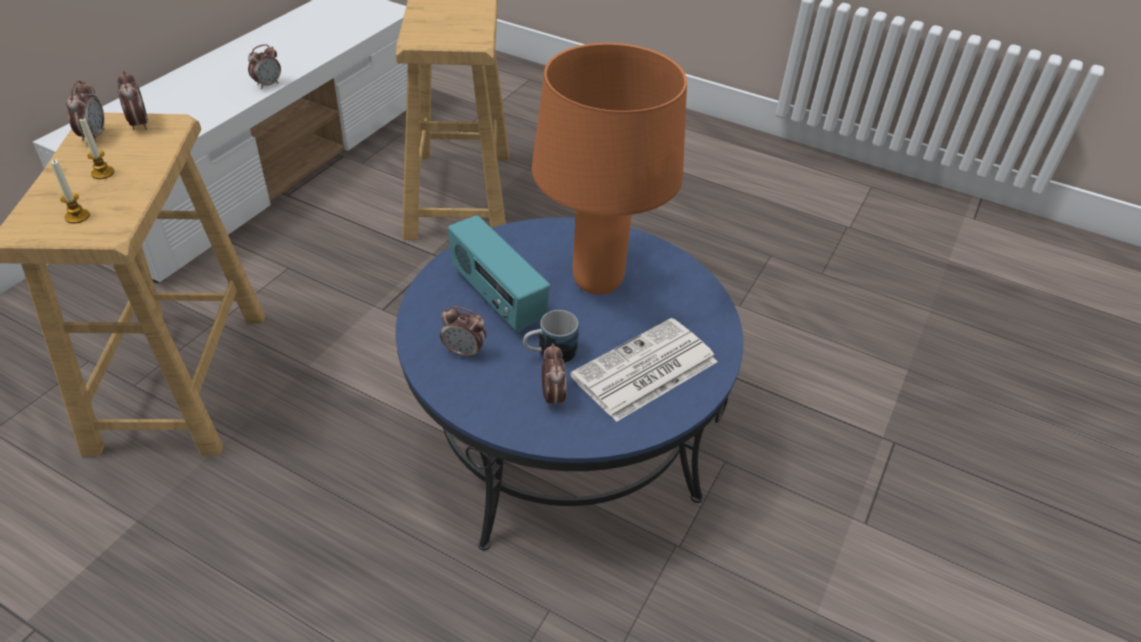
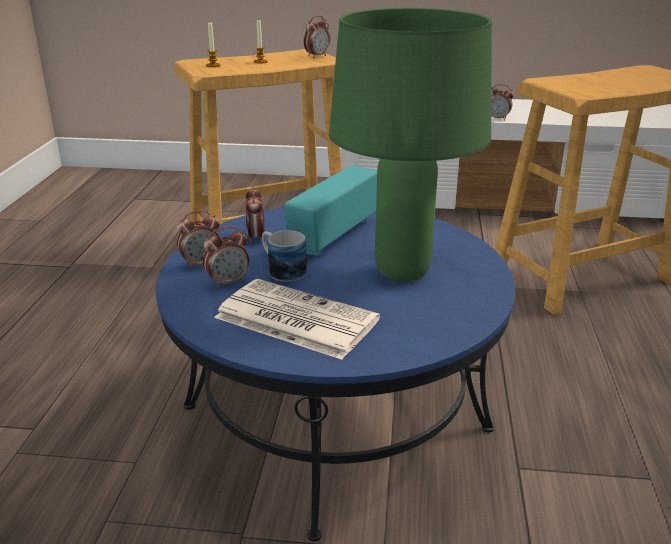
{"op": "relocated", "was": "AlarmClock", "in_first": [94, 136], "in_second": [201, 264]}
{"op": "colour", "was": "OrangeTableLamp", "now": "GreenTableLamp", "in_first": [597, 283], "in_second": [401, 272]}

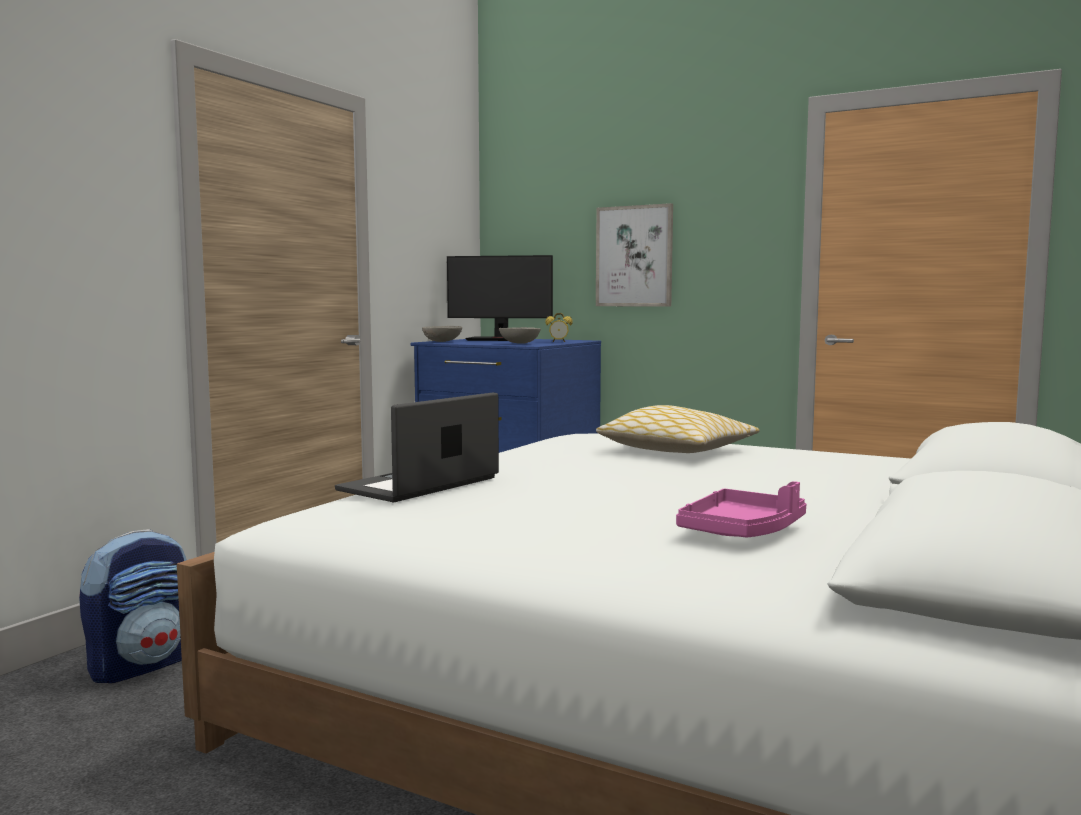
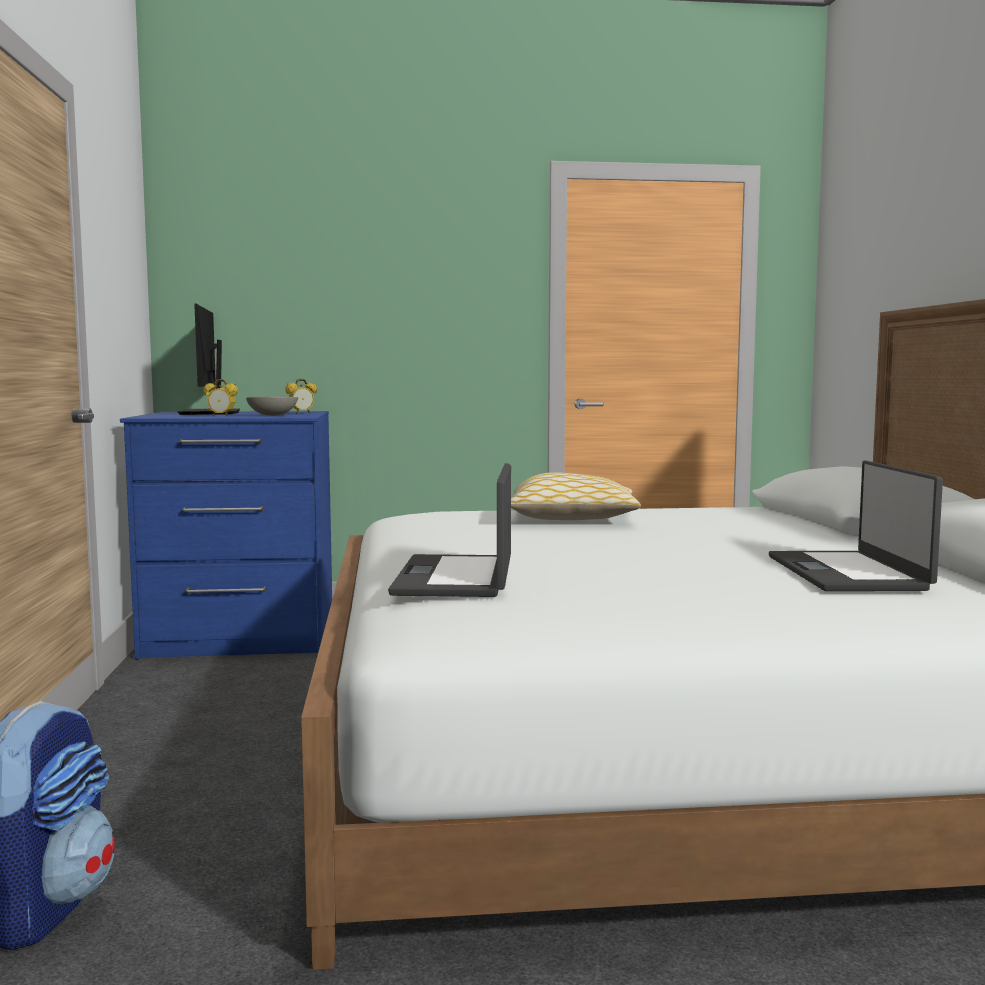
{"op": "missing", "was": "GreyBowl", "in_first": [442, 341]}
{"op": "missing", "was": "Picture", "in_first": [634, 256]}
{"op": "appeared", "now": "AlarmClock", "in_second": [221, 416]}
{"op": "exchanged", "was": "PinkTray", "now": "Laptop", "in_first": [742, 531], "in_second": [848, 573]}
{"op": "spun", "was": "Monitor", "in_first": [500, 339], "in_second": [211, 413], "clockwise": 105}

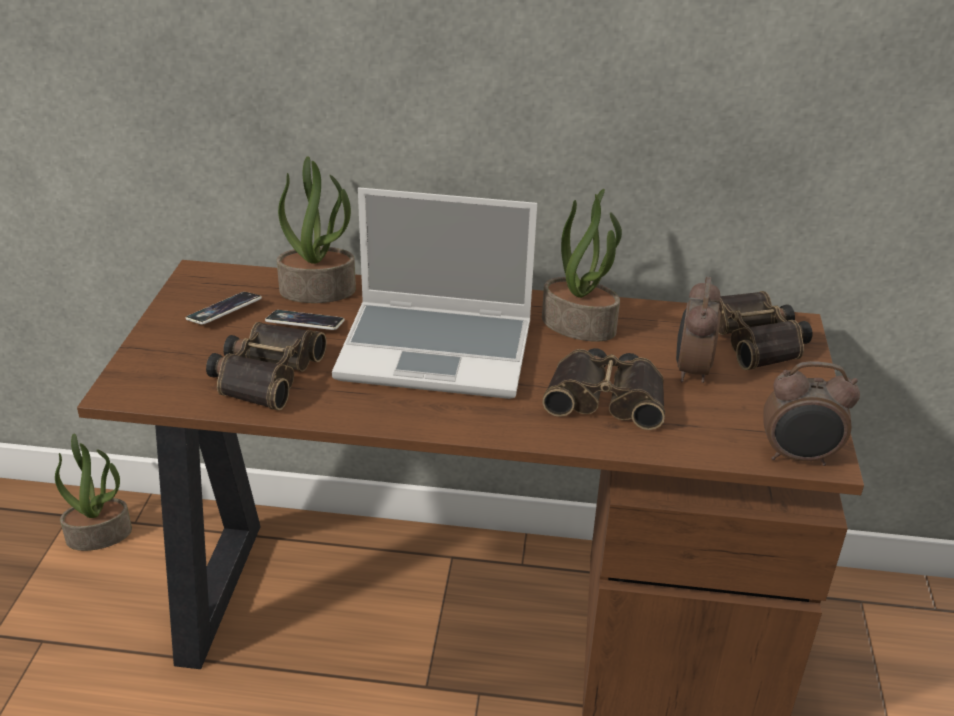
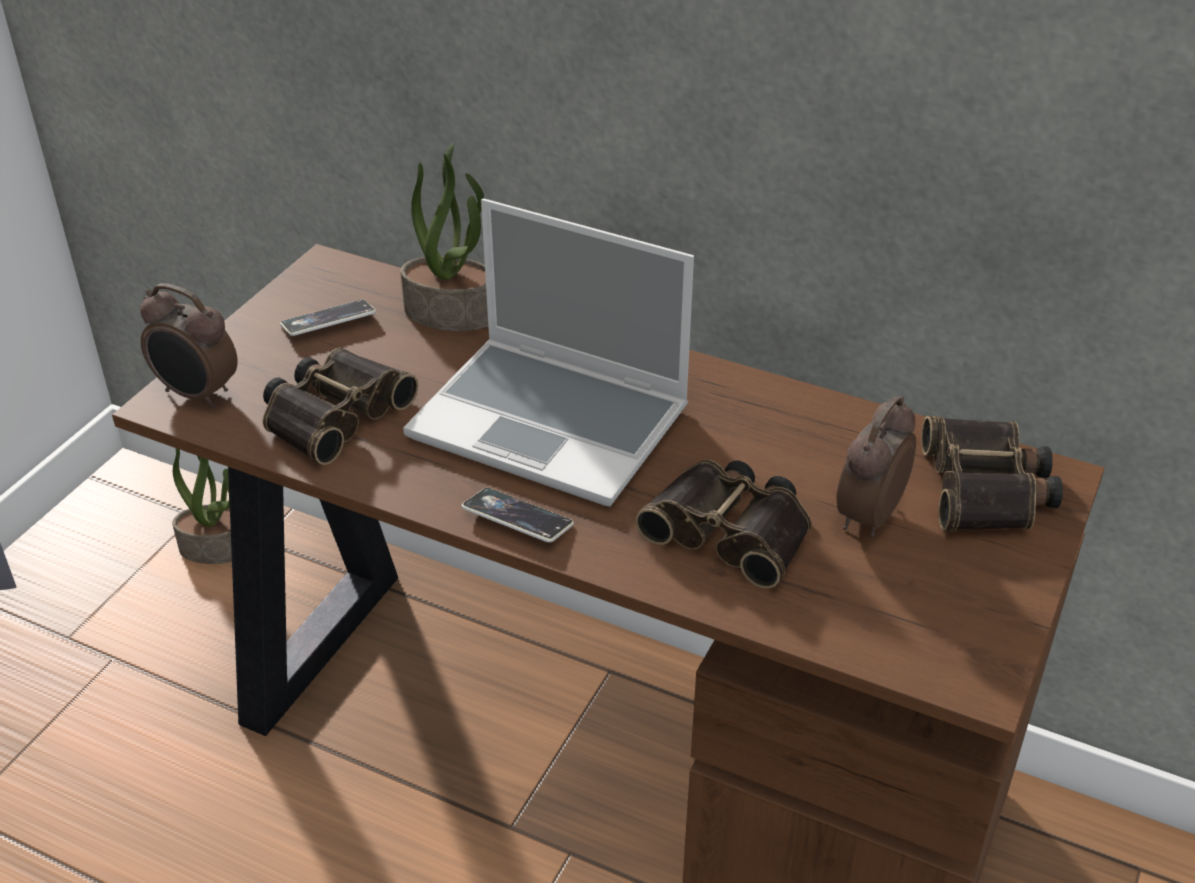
{"op": "missing", "was": "PottedPlant", "in_first": [580, 325]}
{"op": "relocated", "was": "Phone", "in_first": [305, 324], "in_second": [517, 520]}
{"op": "relocated", "was": "AlarmClock", "in_first": [798, 457], "in_second": [197, 395]}

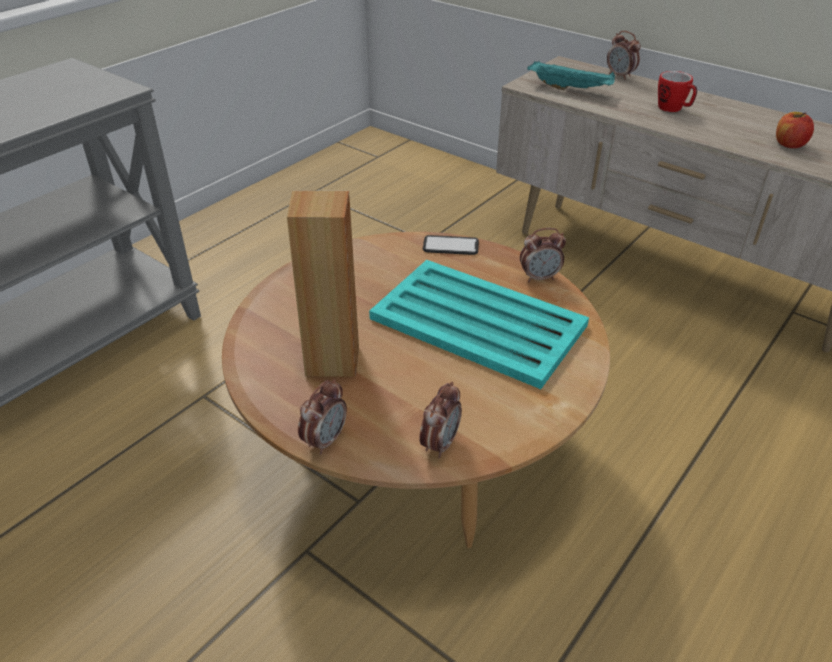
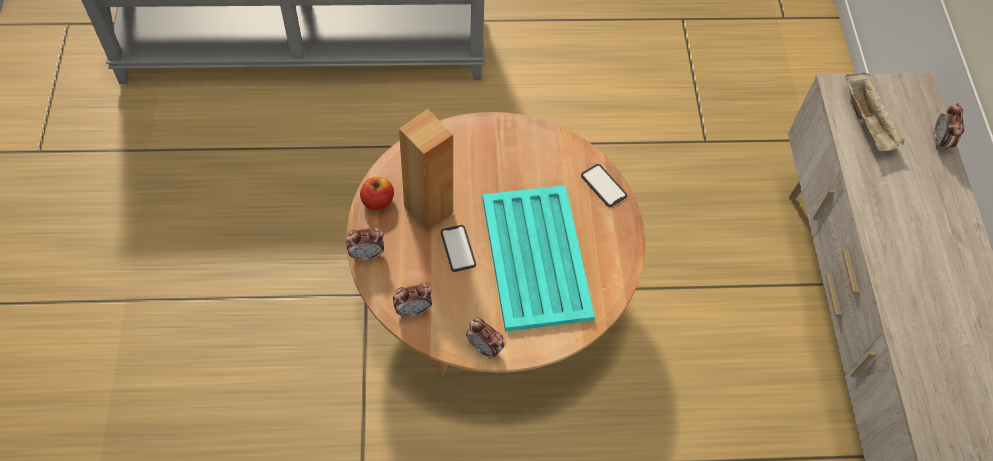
{"op": "missing", "was": "Mug", "in_first": [673, 109]}
{"op": "appeared", "now": "Phone", "in_second": [458, 248]}
{"op": "relocated", "was": "AlarmClock", "in_first": [539, 278], "in_second": [484, 348]}
{"op": "relocated", "was": "Apple", "in_first": [789, 144], "in_second": [377, 201]}
{"op": "colour", "was": "TurquoiseTray", "now": "BeigeTray", "in_first": [571, 89], "in_second": [867, 122]}

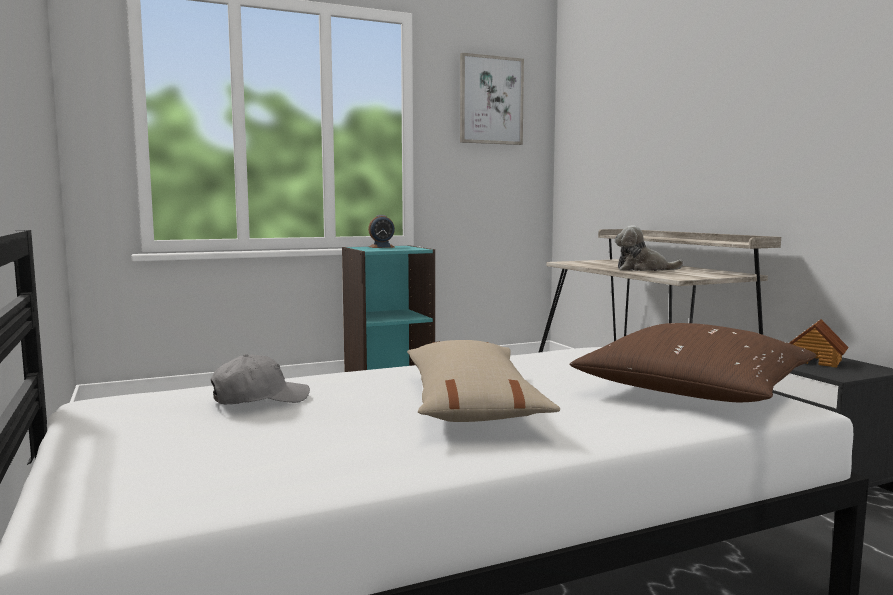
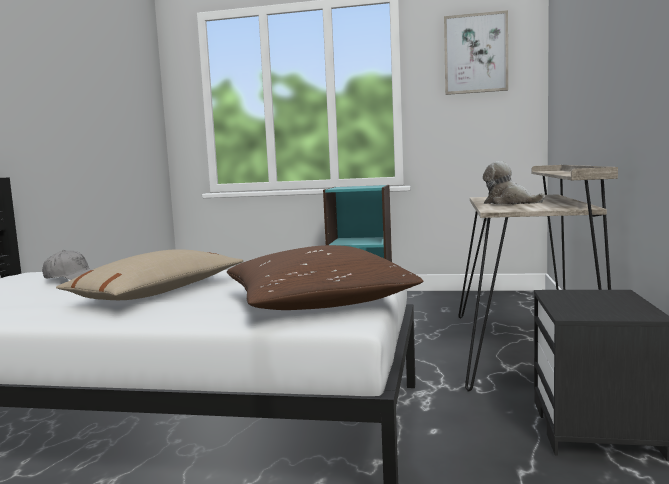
{"op": "missing", "was": "AlarmClock", "in_first": [381, 247]}
{"op": "missing", "was": "ToyHouse", "in_first": [815, 361]}

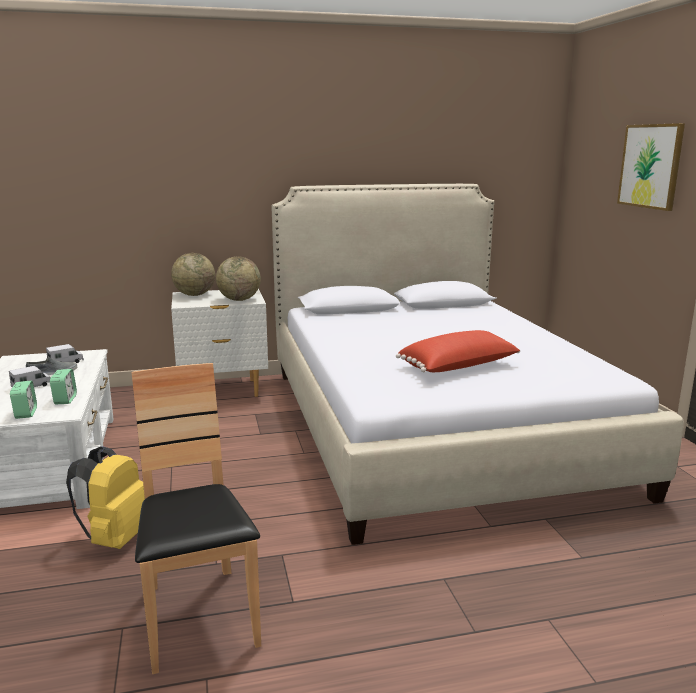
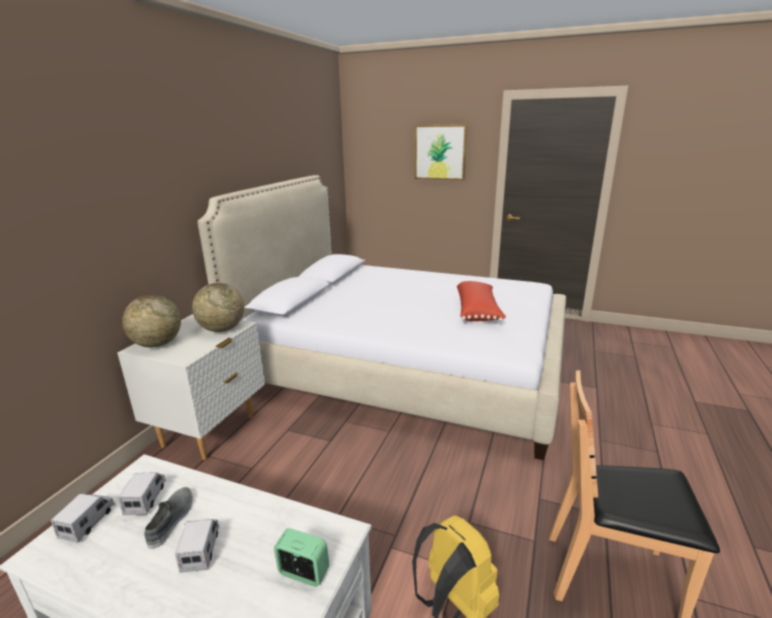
{"op": "missing", "was": "AlarmClock", "in_first": [65, 400]}
{"op": "appeared", "now": "ToyTruck", "in_second": [88, 522]}

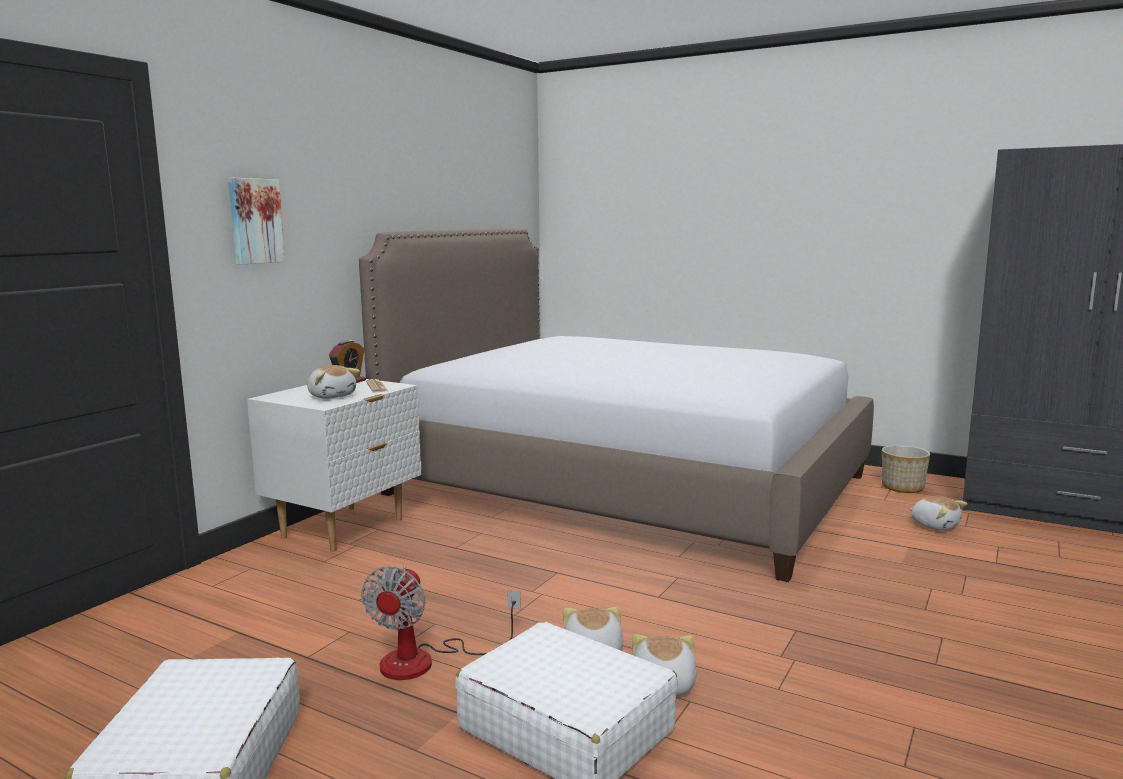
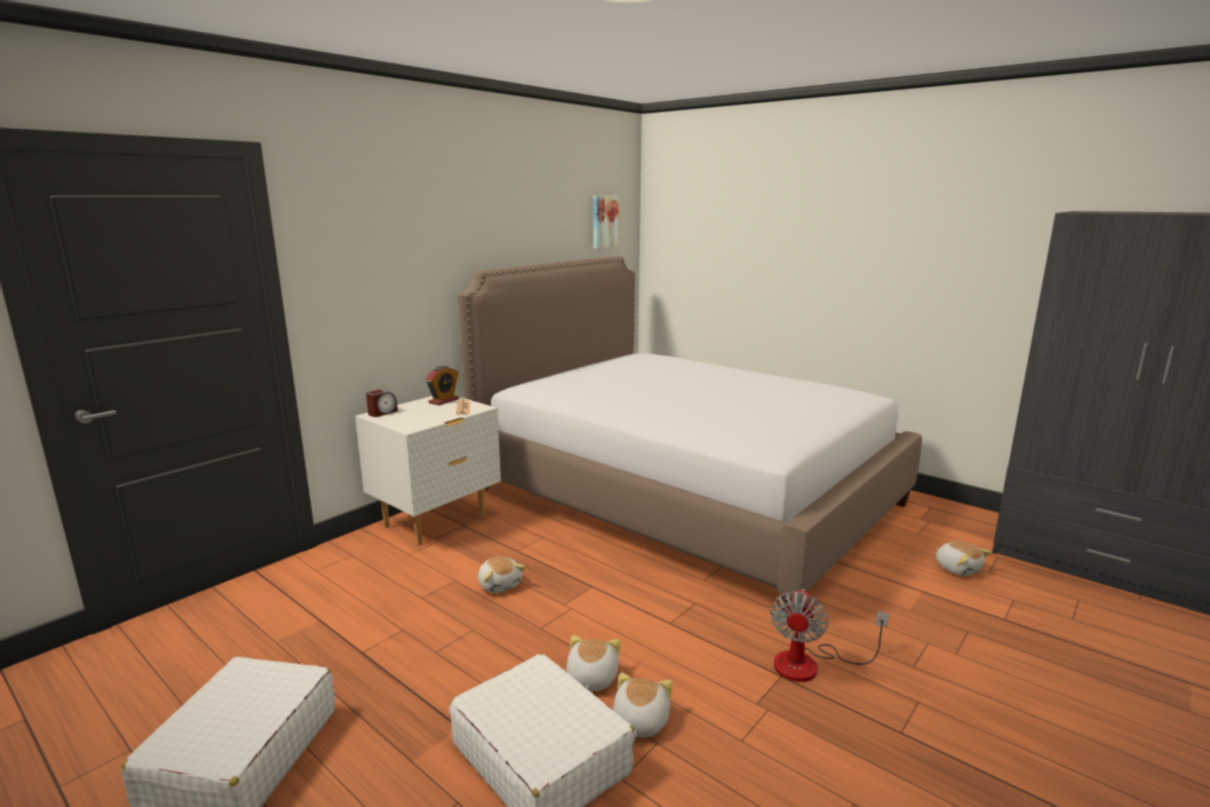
{"op": "missing", "was": "Planter", "in_first": [902, 487]}
{"op": "appeared", "now": "AlarmClock", "in_second": [382, 413]}
{"op": "relocated", "was": "Picture", "in_first": [254, 221], "in_second": [604, 221]}
{"op": "relocated", "was": "PlushToy", "in_first": [332, 396], "in_second": [500, 584]}
{"op": "relocated", "was": "Fan", "in_first": [425, 661], "in_second": [810, 664]}

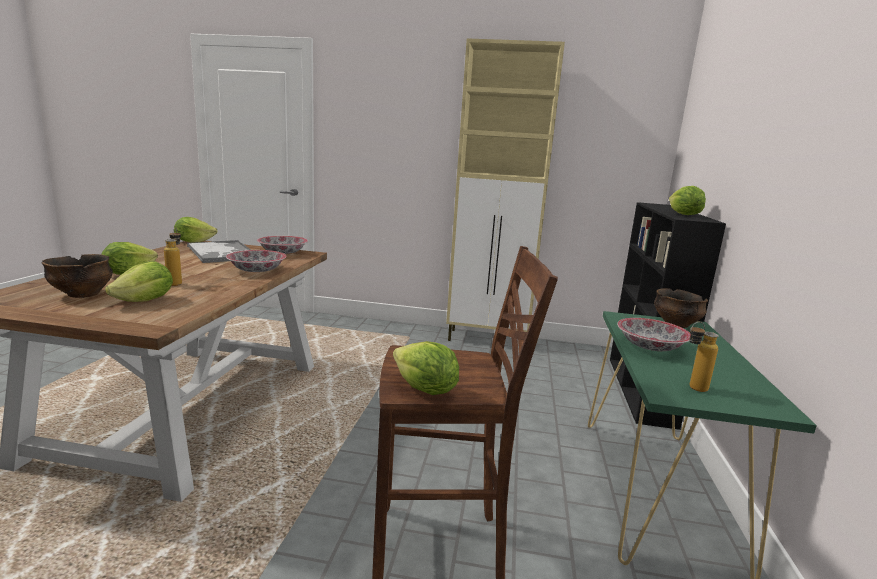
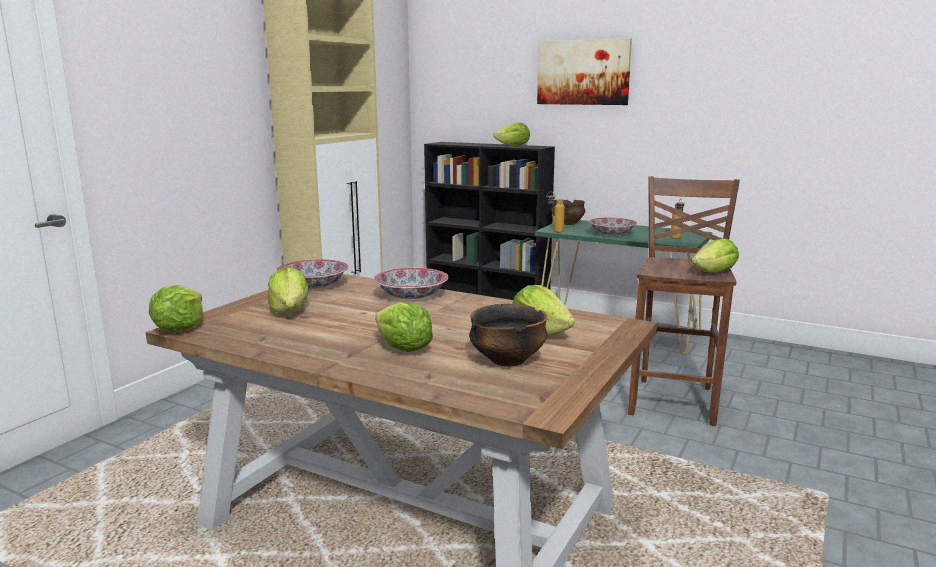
{"op": "appeared", "now": "Picture", "in_second": [583, 72]}
{"op": "relocated", "was": "Bottle", "in_first": [176, 283], "in_second": [554, 231]}
{"op": "exchanged", "was": "Tray", "now": "Lettuce", "in_first": [222, 253], "in_second": [290, 311]}

